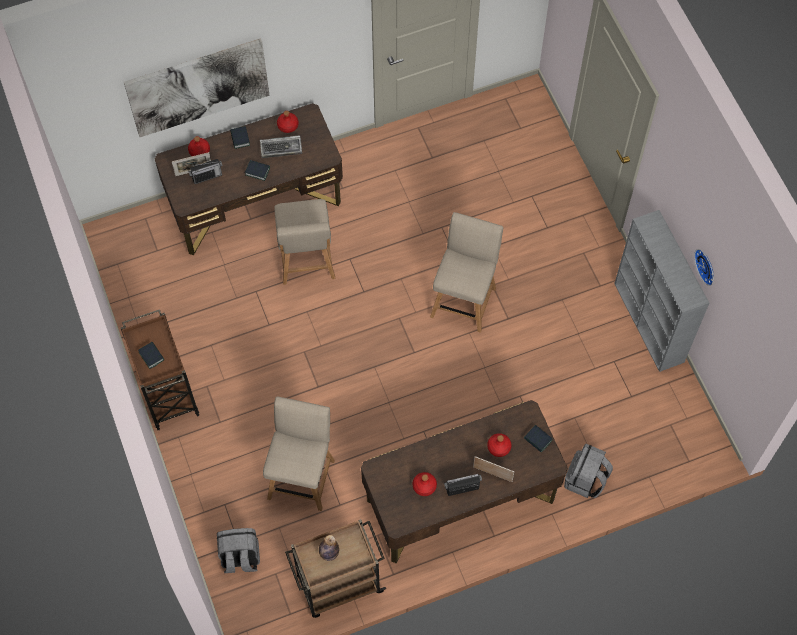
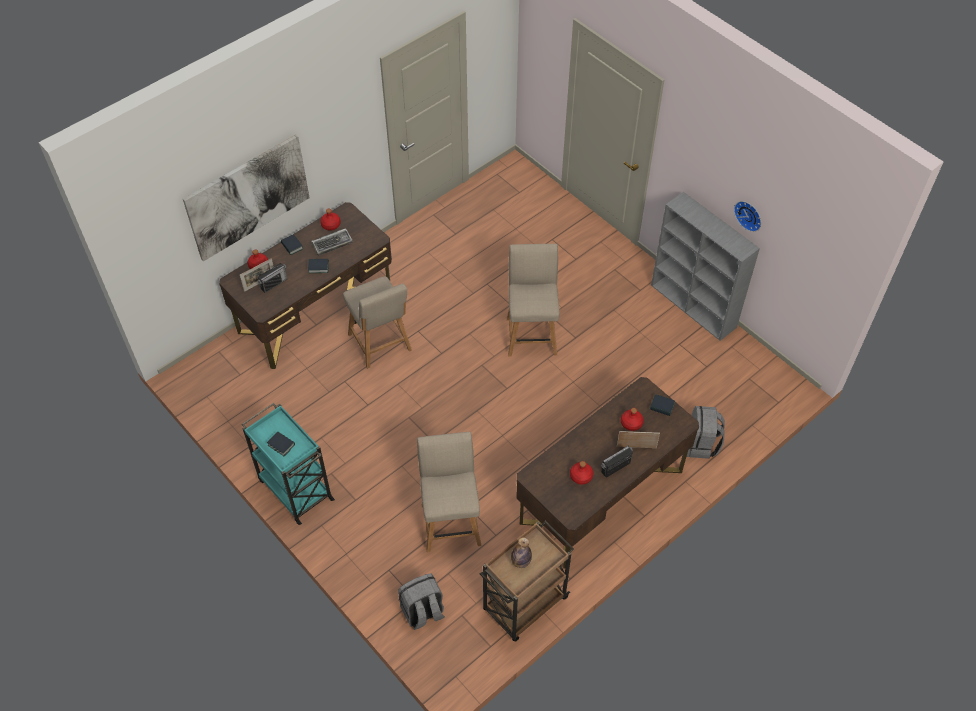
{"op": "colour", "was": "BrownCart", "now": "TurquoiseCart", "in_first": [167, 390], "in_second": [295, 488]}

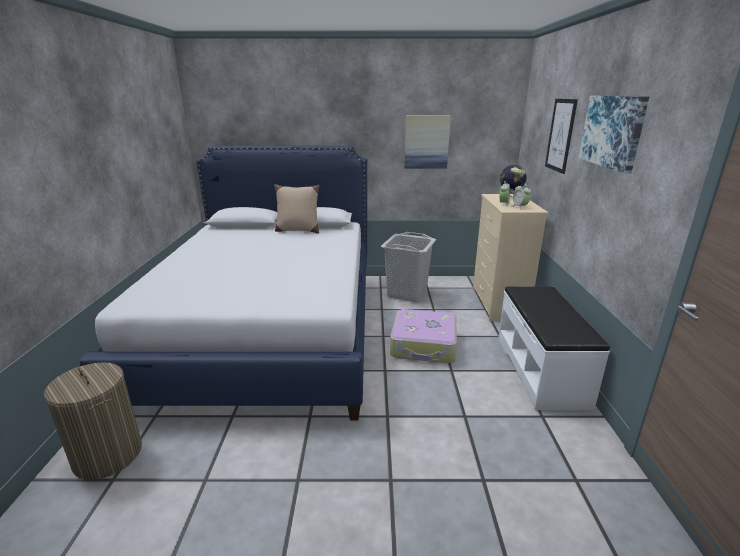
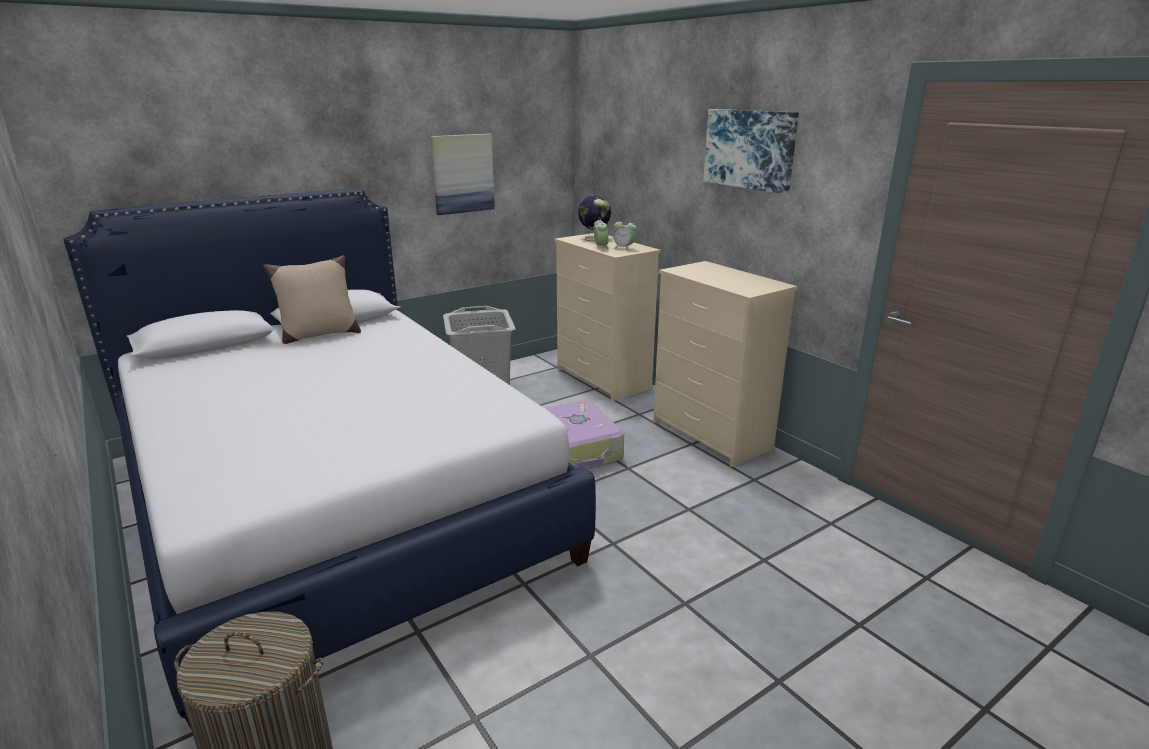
{"op": "missing", "was": "Picture", "in_first": [560, 135]}
{"op": "exchanged", "was": "WhiteBench", "now": "BeigeDresser", "in_first": [541, 370], "in_second": [711, 435]}

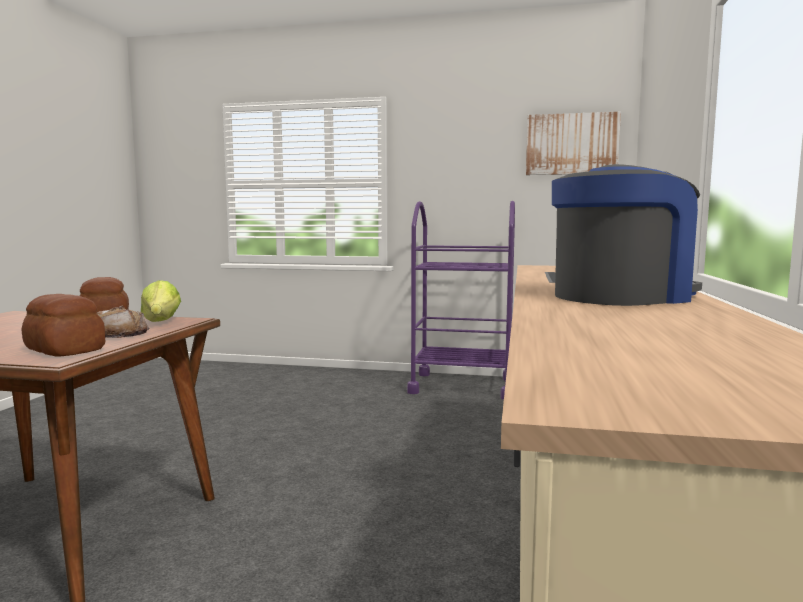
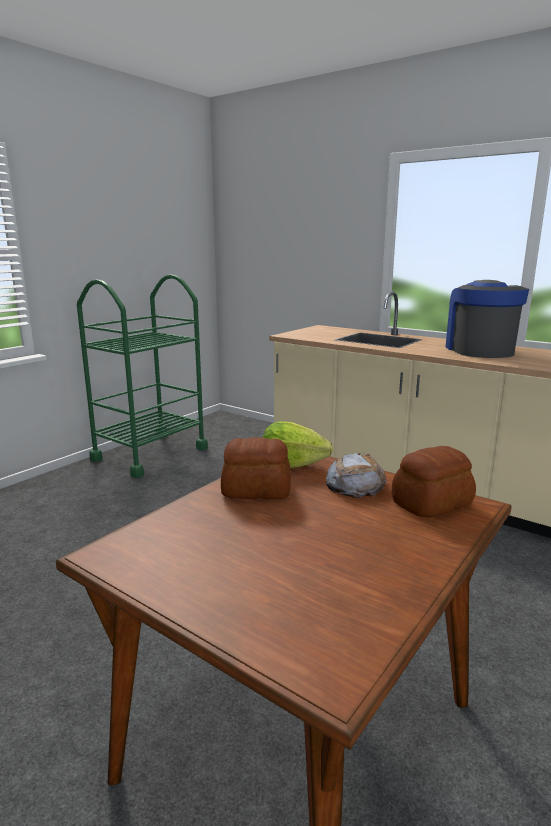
{"op": "missing", "was": "Picture", "in_first": [571, 144]}
{"op": "colour", "was": "PurpleCart", "now": "GreenCart", "in_first": [462, 386], "in_second": [150, 454]}

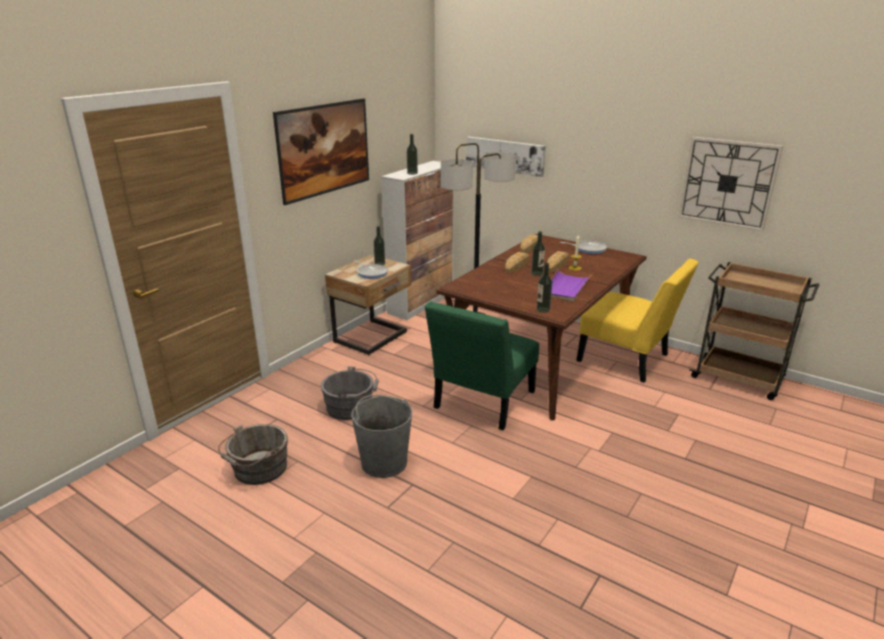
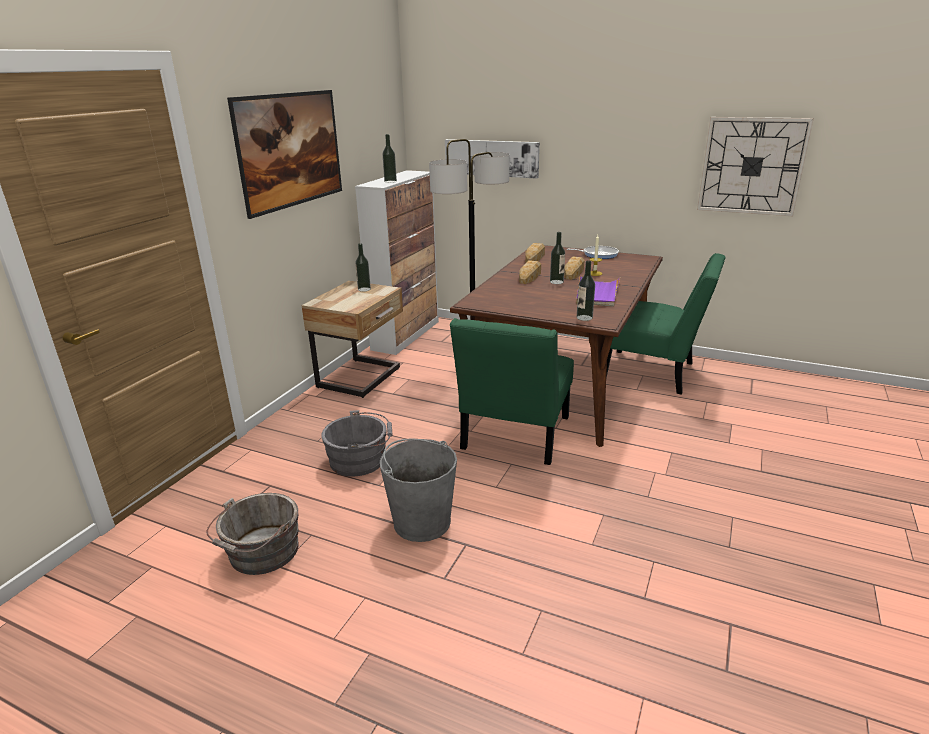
{"op": "missing", "was": "FryingPan", "in_first": [371, 273]}
{"op": "missing", "was": "BrownCart", "in_first": [739, 379]}
{"op": "colour", "was": "YellowChair", "now": "GreenChair", "in_first": [628, 360], "in_second": [654, 373]}

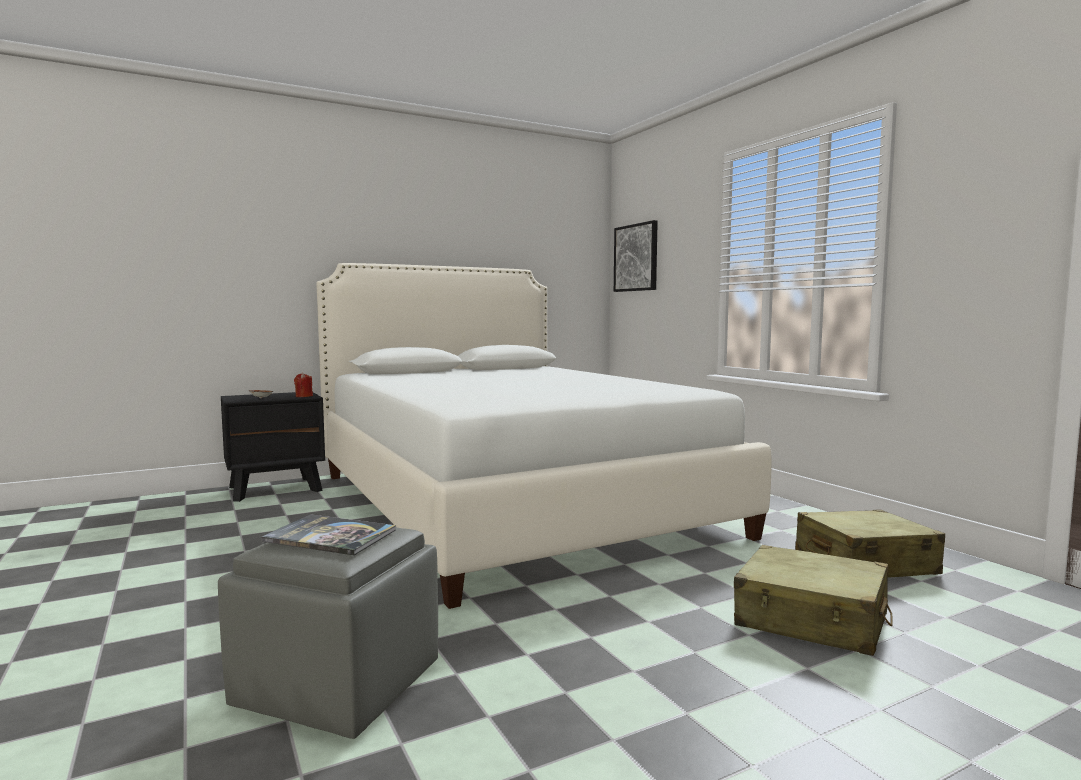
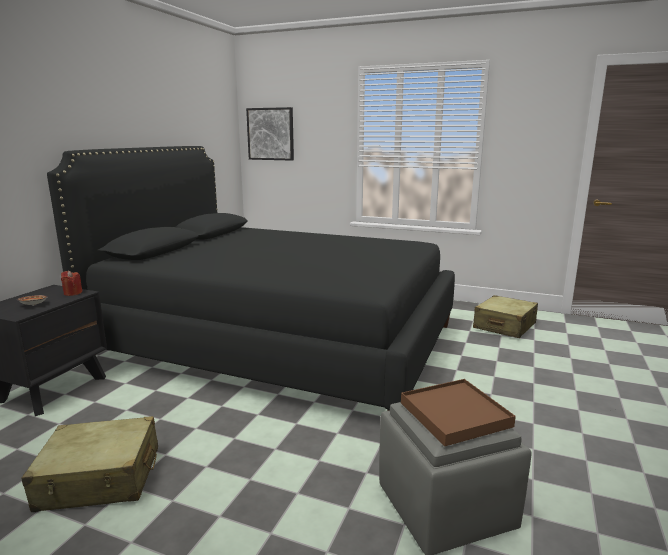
{"op": "relocated", "was": "BeigeSuitcase", "in_first": [811, 620], "in_second": [100, 478]}
{"op": "exchanged", "was": "Book", "now": "BrownTray", "in_first": [330, 536], "in_second": [454, 414]}
{"op": "colour", "was": "WhiteBed", "now": "BlackBed", "in_first": [510, 502], "in_second": [279, 341]}

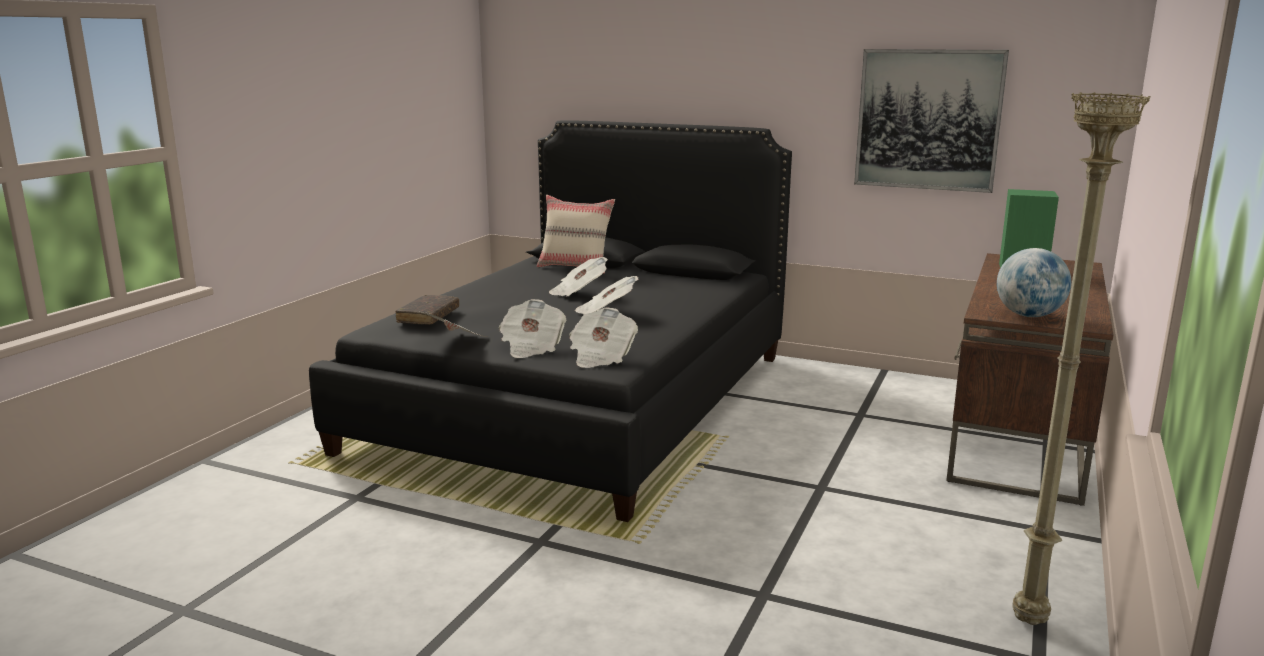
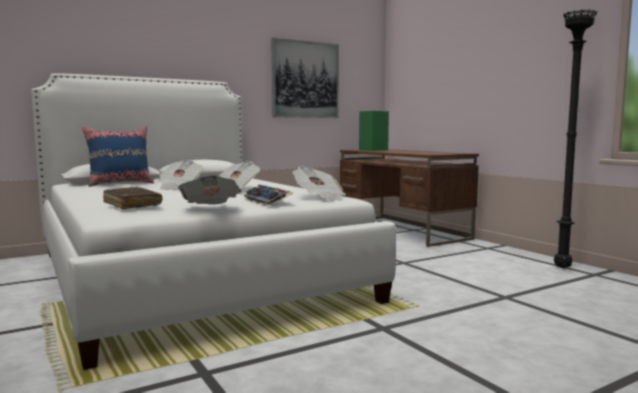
{"op": "missing", "was": "Globe", "in_first": [1029, 316]}
{"op": "exchanged", "was": "Newspaper", "now": "Keyboard", "in_first": [531, 347], "in_second": [268, 201]}
{"op": "colour", "was": "BlackBed", "now": "WhiteBed", "in_first": [579, 400], "in_second": [190, 275]}
{"op": "colour", "was": "BeigePillow", "now": "BluePillow", "in_first": [575, 267], "in_second": [120, 184]}
{"op": "colour", "was": "BeigeFloorLamp", "now": "BlackFloorLamp", "in_first": [1032, 622], "in_second": [563, 267]}

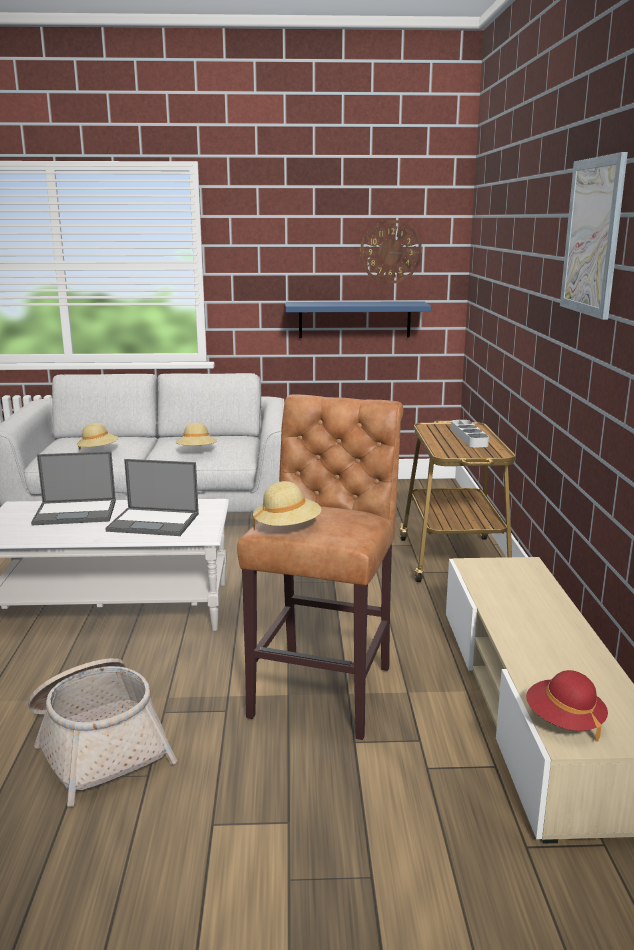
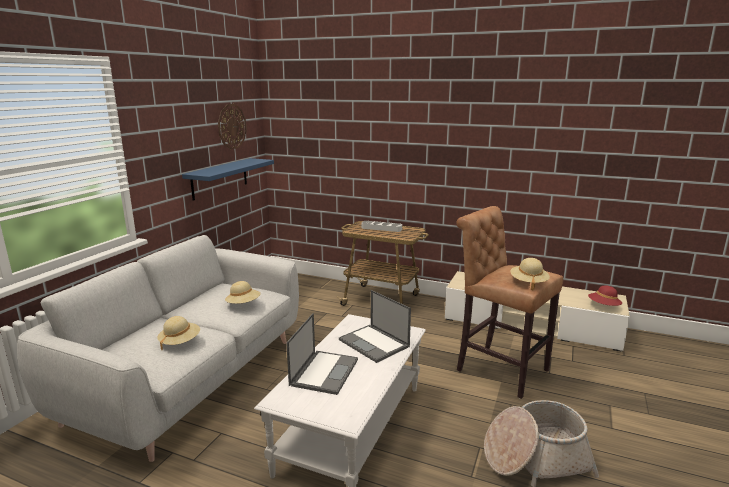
{"op": "missing", "was": "Picture", "in_first": [592, 237]}
{"op": "spun", "was": "Laptop", "in_first": [155, 522], "in_second": [374, 343], "clockwise": 105}

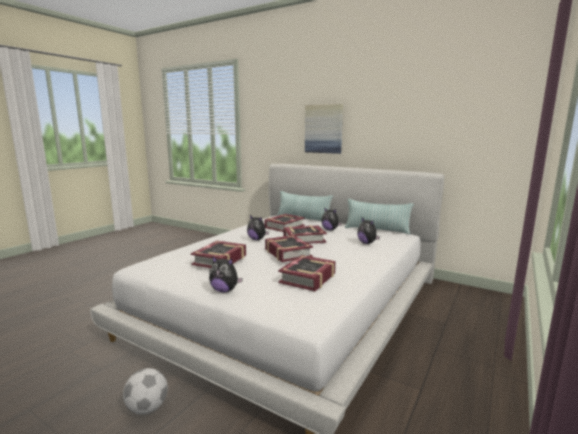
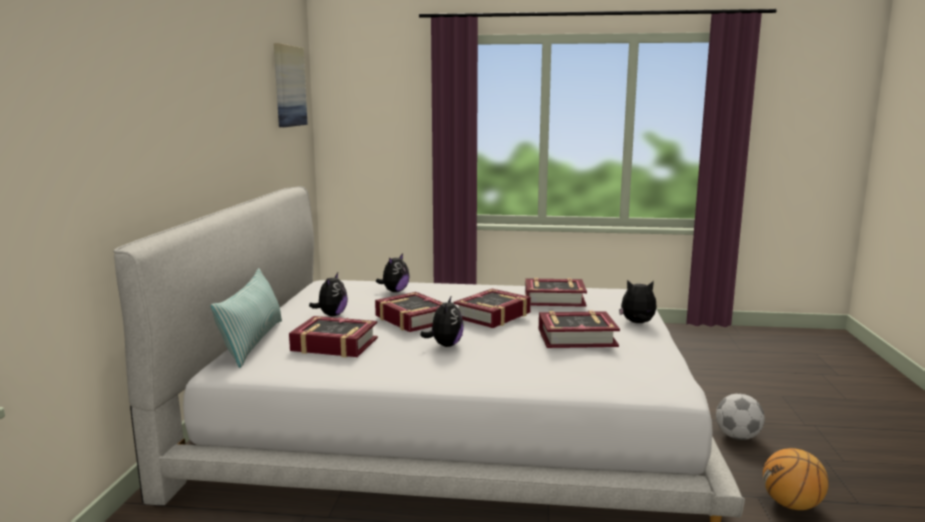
{"op": "missing", "was": "Pillow", "in_first": [377, 230]}
{"op": "appeared", "now": "Basketball", "in_second": [791, 505]}
{"op": "relocated", "was": "Picture", "in_first": [323, 129], "in_second": [288, 86]}
{"op": "spun", "was": "PlushToy", "in_first": [225, 290], "in_second": [637, 323], "clockwise": -75}

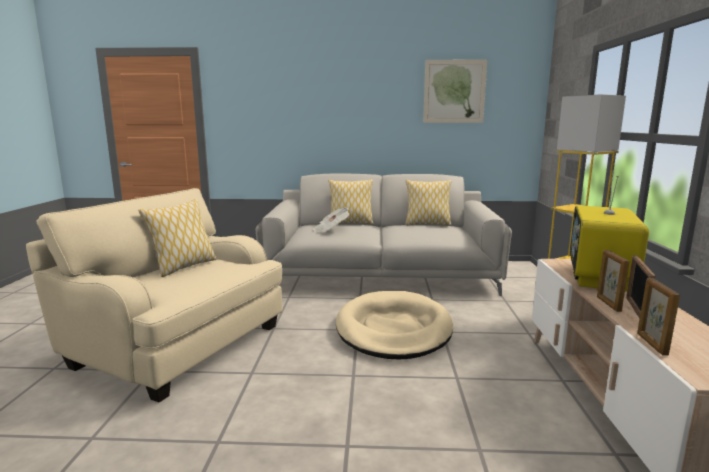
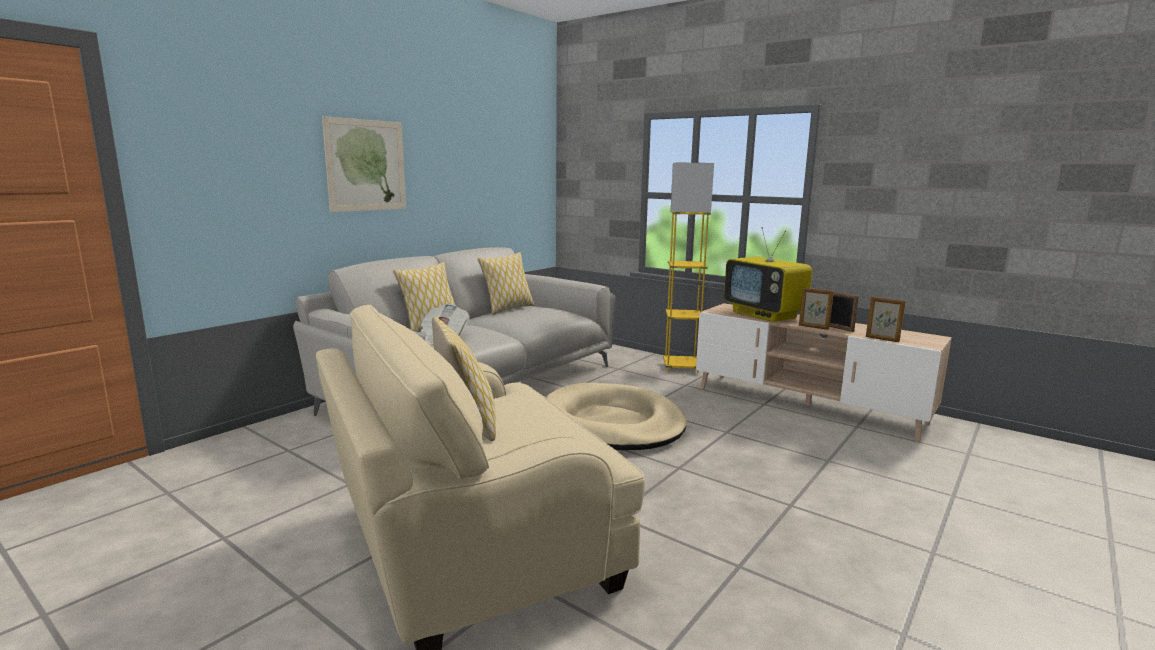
{"op": "relocated", "was": "Picture", "in_first": [454, 91], "in_second": [366, 165]}

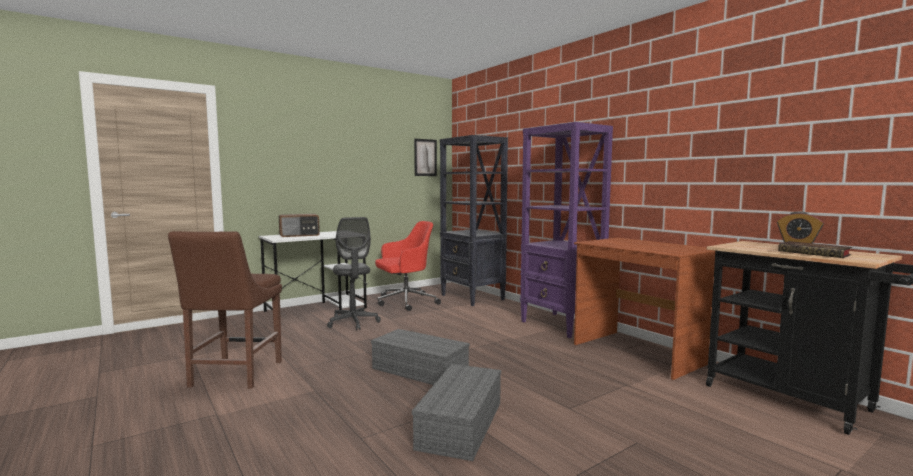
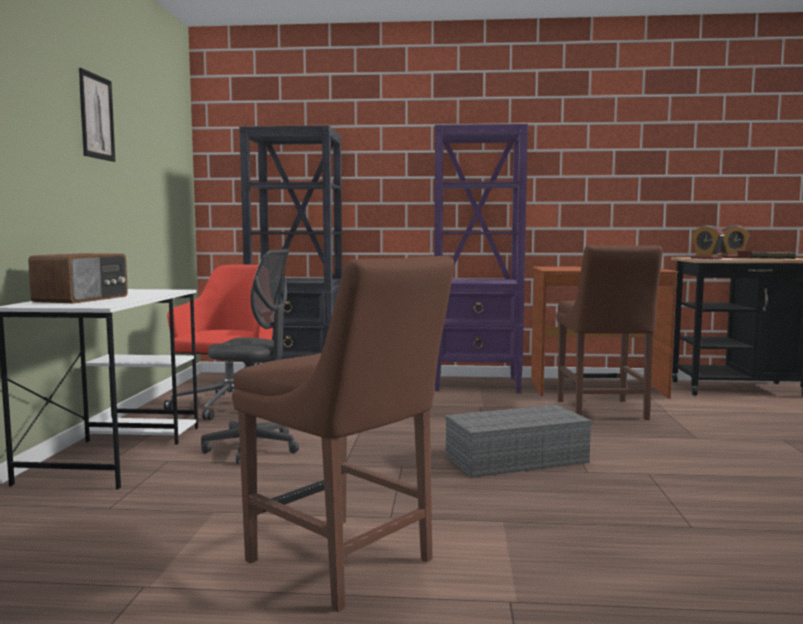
{"op": "missing", "was": "GreyStorageBox", "in_first": [461, 425]}
{"op": "appeared", "now": "BrownChair", "in_second": [602, 411]}
{"op": "appeared", "now": "AlarmClock", "in_second": [706, 258]}
{"op": "relocated", "was": "Picture", "in_first": [425, 157], "in_second": [96, 117]}

